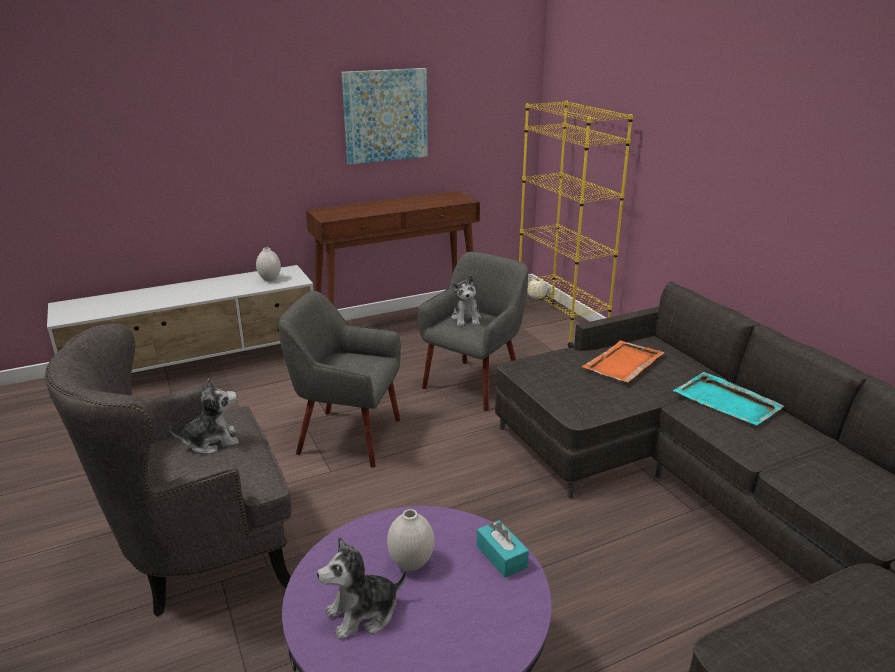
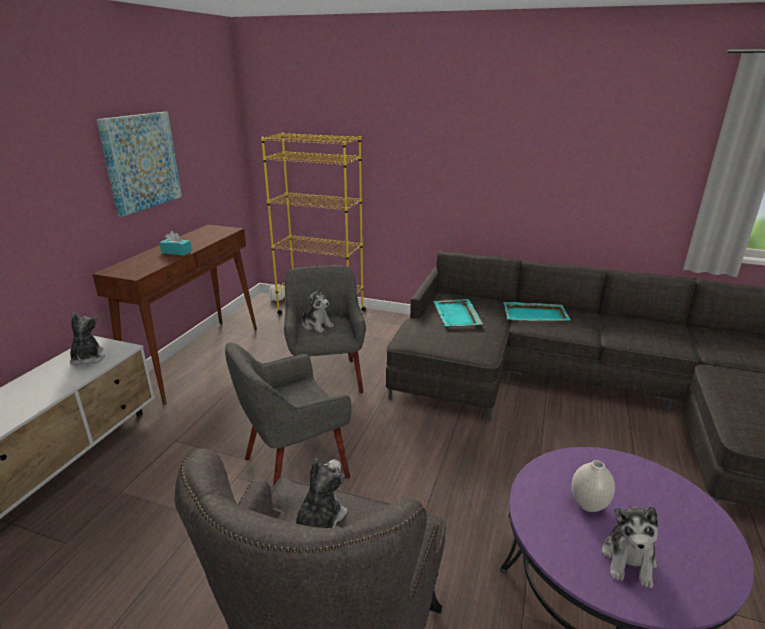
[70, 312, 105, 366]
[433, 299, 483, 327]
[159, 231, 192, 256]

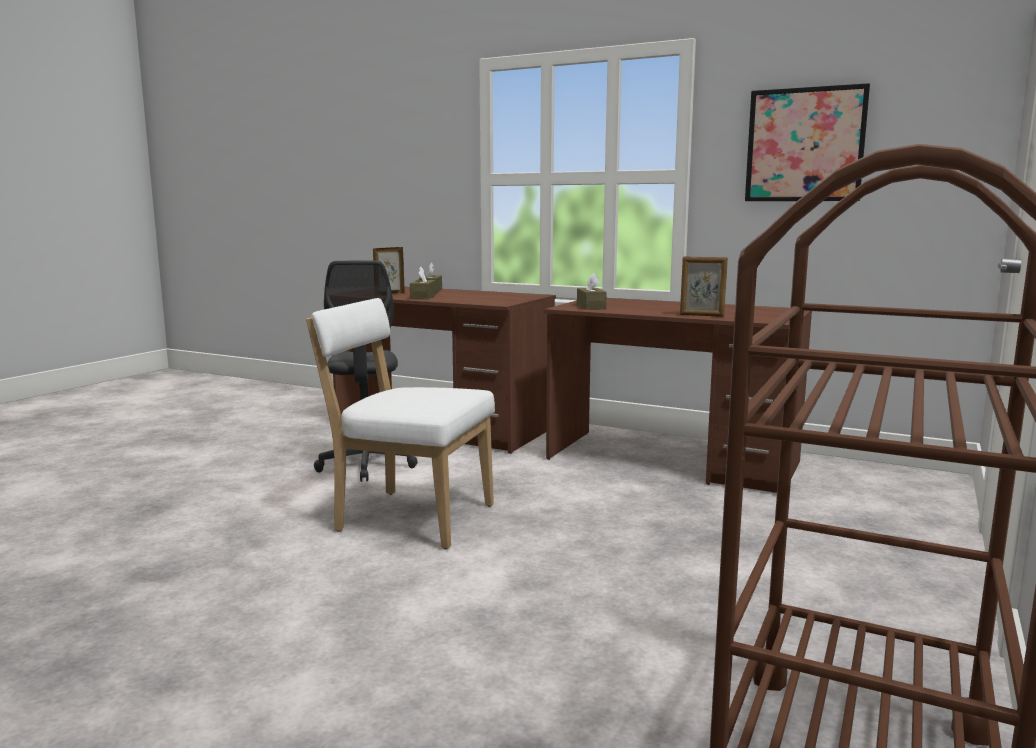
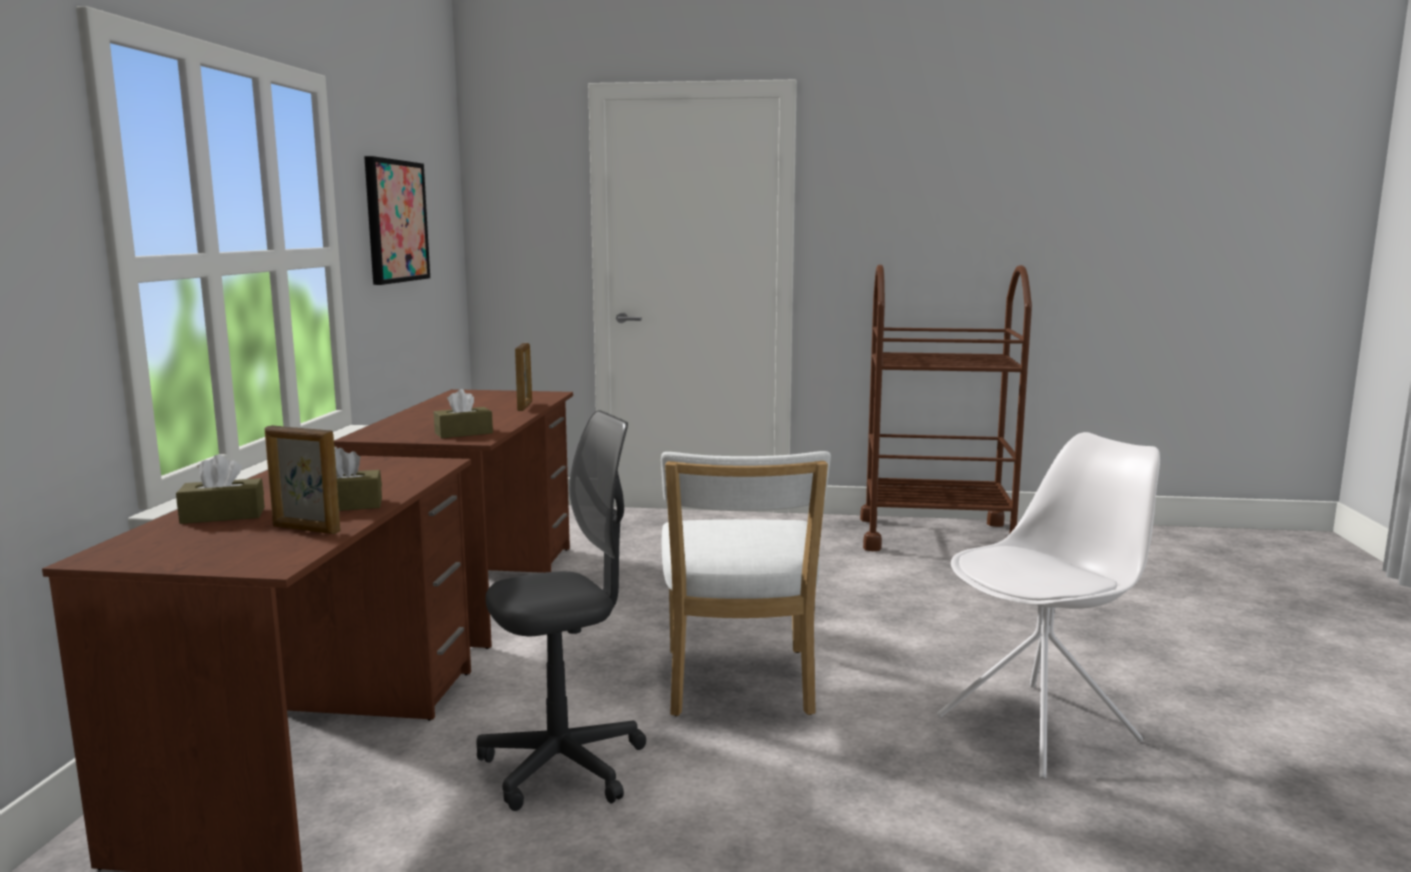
[937, 432, 1160, 779]

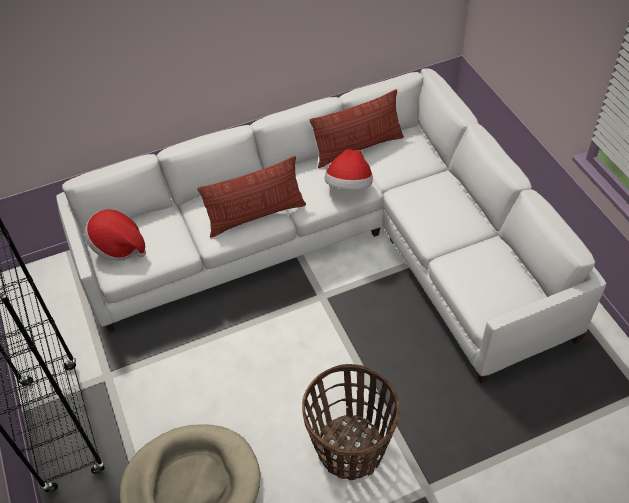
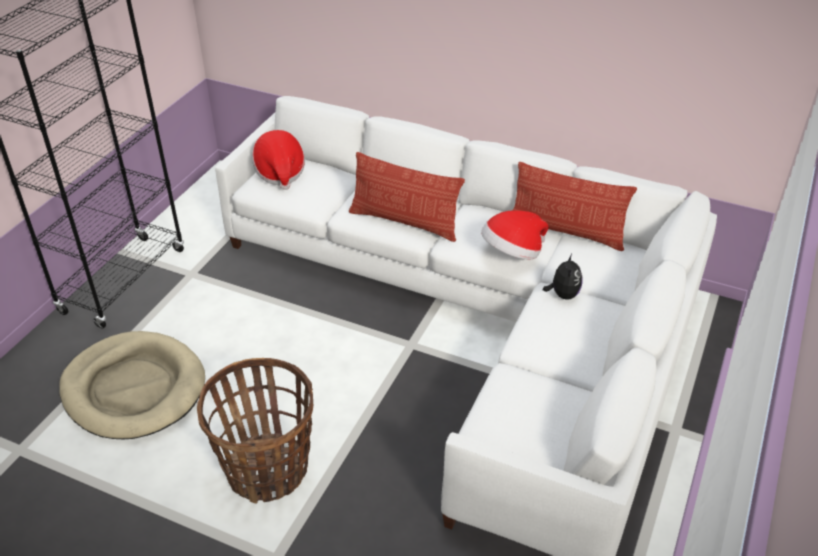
[543, 254, 582, 300]

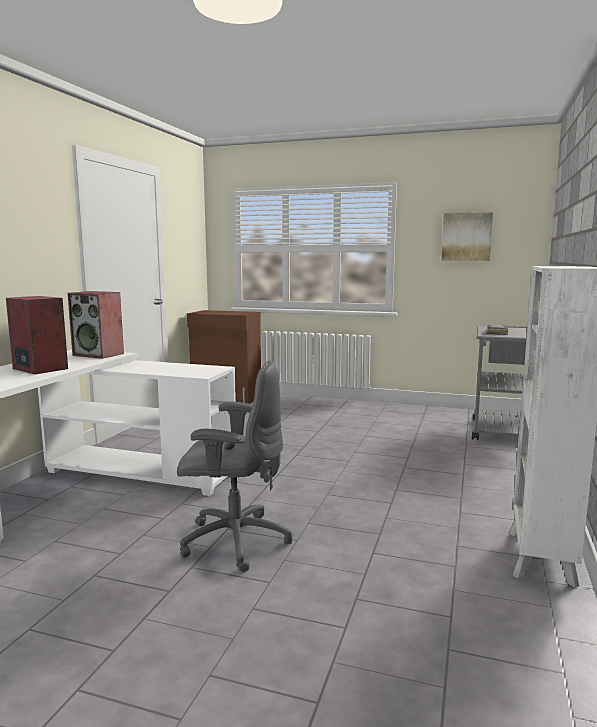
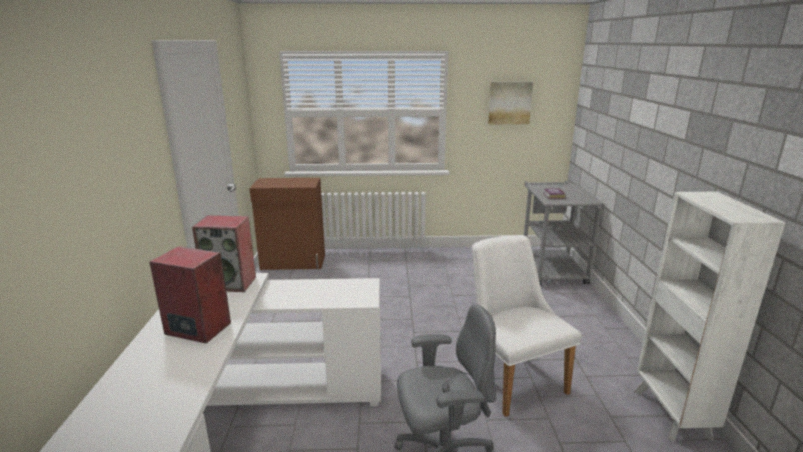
[472, 235, 582, 417]

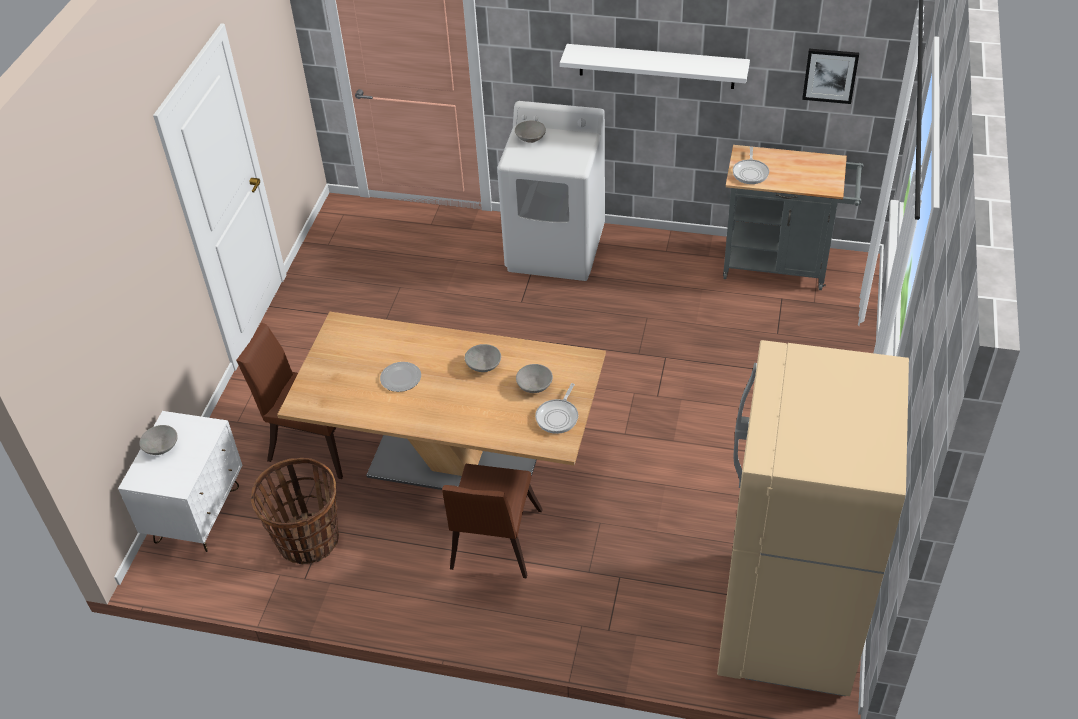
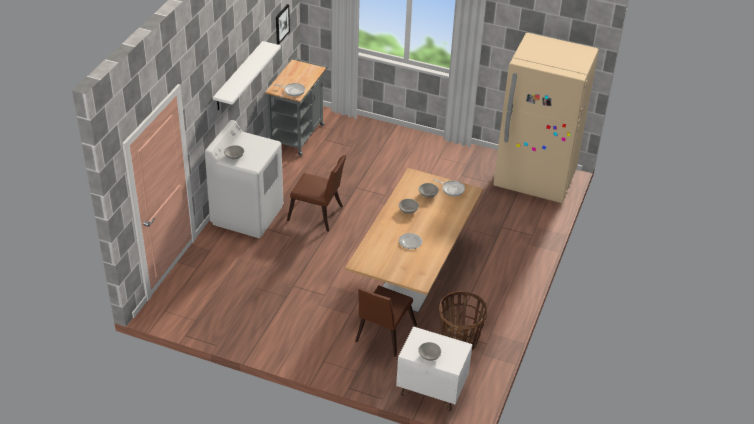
[287, 155, 346, 232]

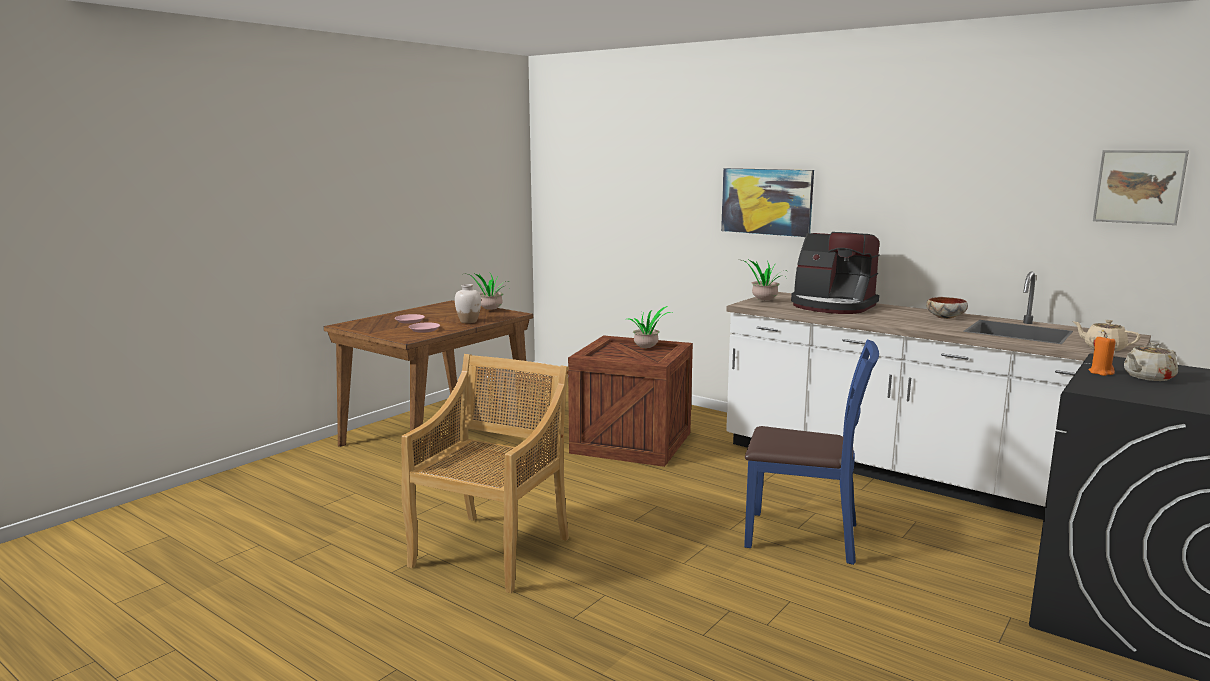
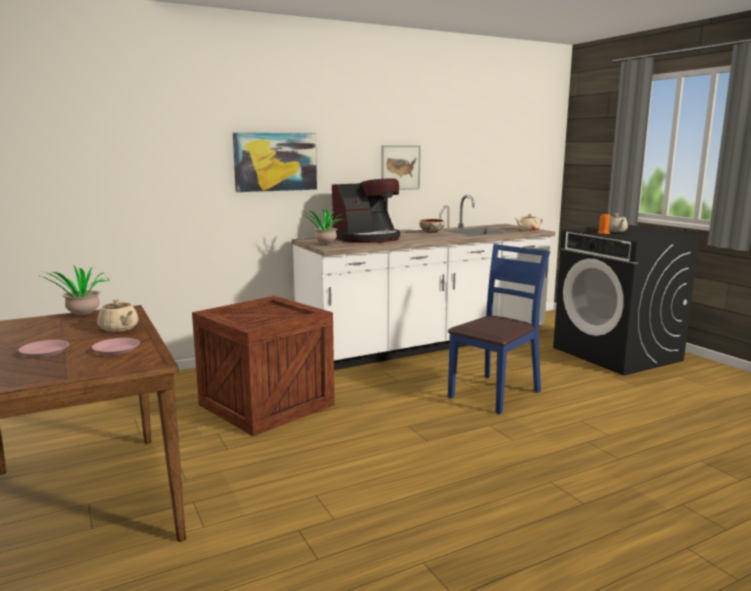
[381, 145, 421, 190]
[97, 299, 139, 332]
[625, 306, 672, 348] (first image)
[401, 354, 569, 593] (first image)

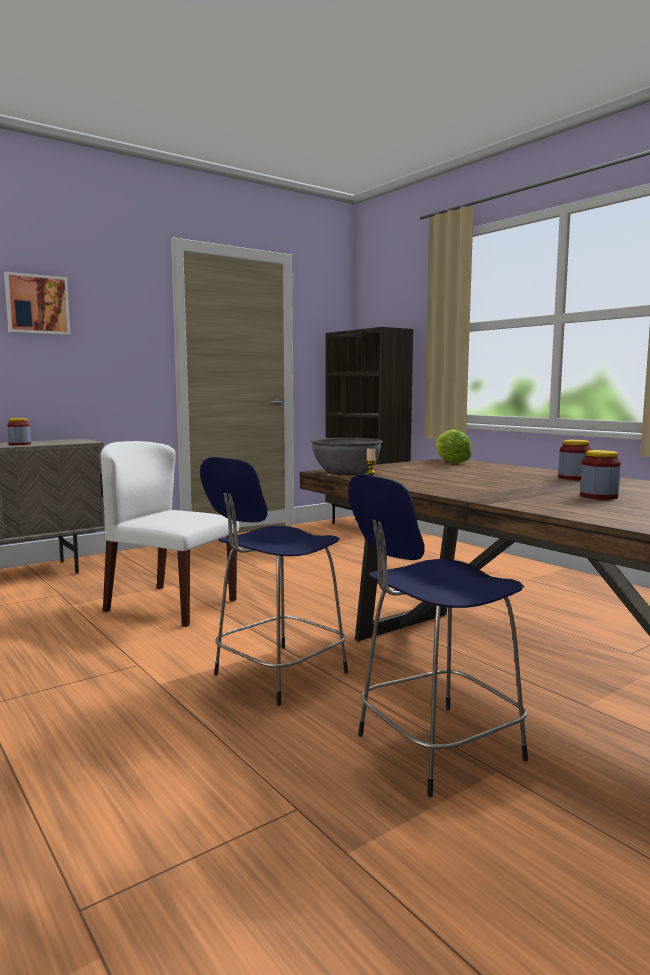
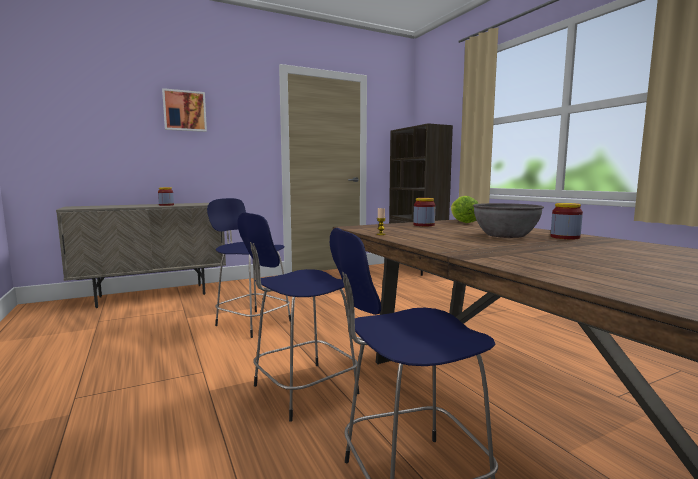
[473, 203, 544, 238]
[207, 198, 291, 338]
[413, 198, 435, 226]

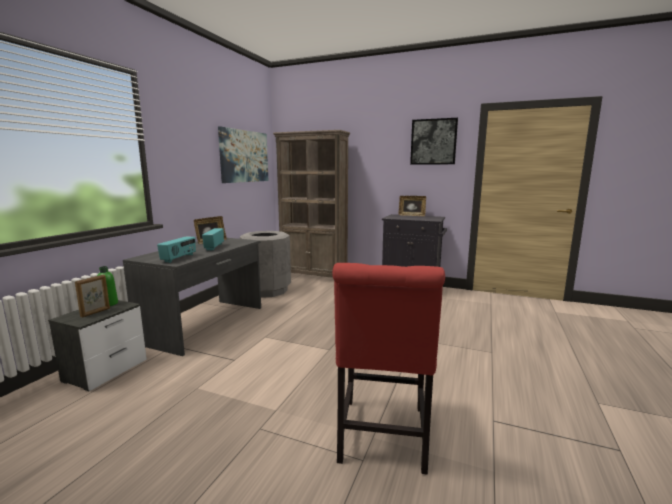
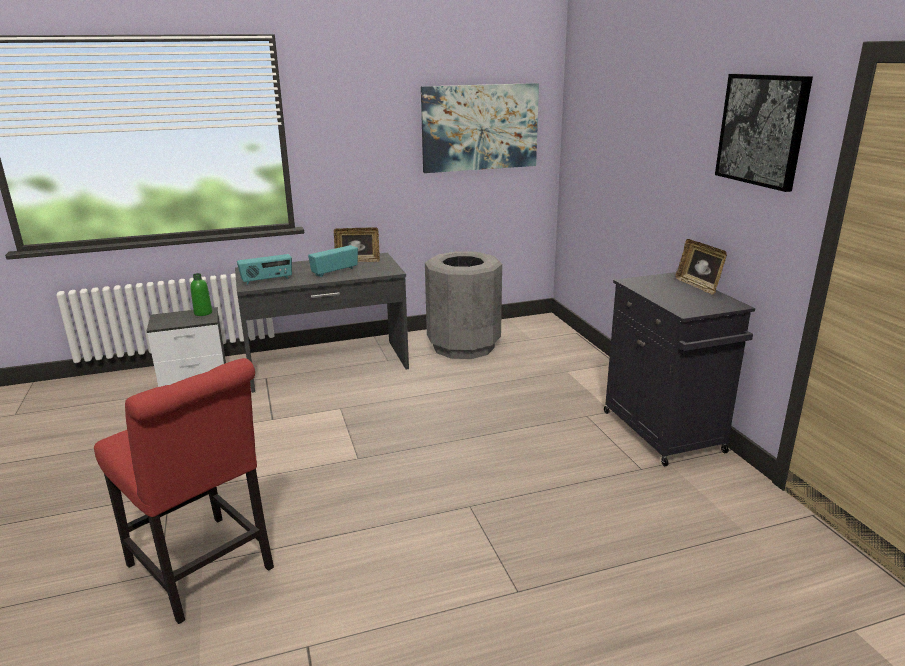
[273, 130, 350, 278] (first image)
[94, 358, 274, 624]
[75, 275, 110, 318] (first image)

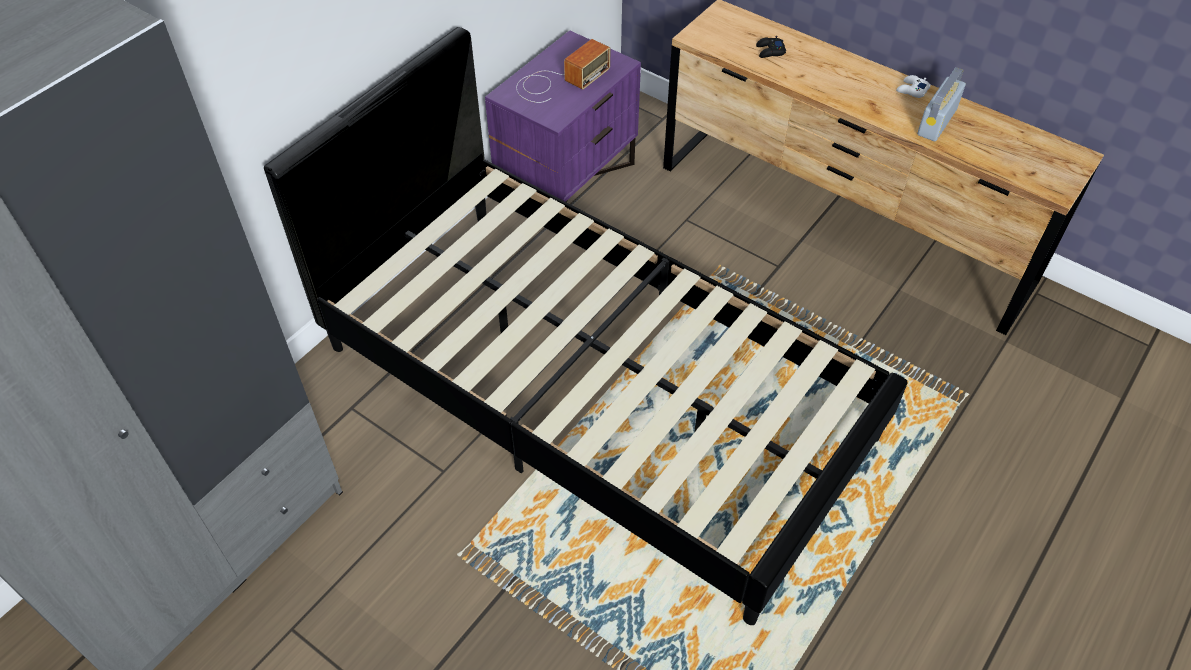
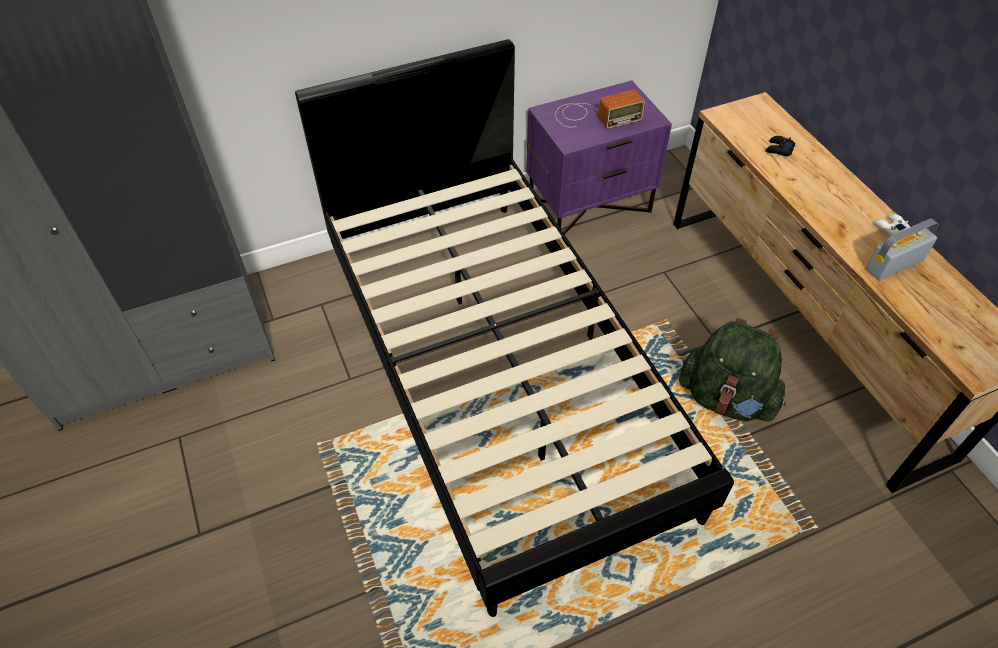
[679, 318, 786, 421]

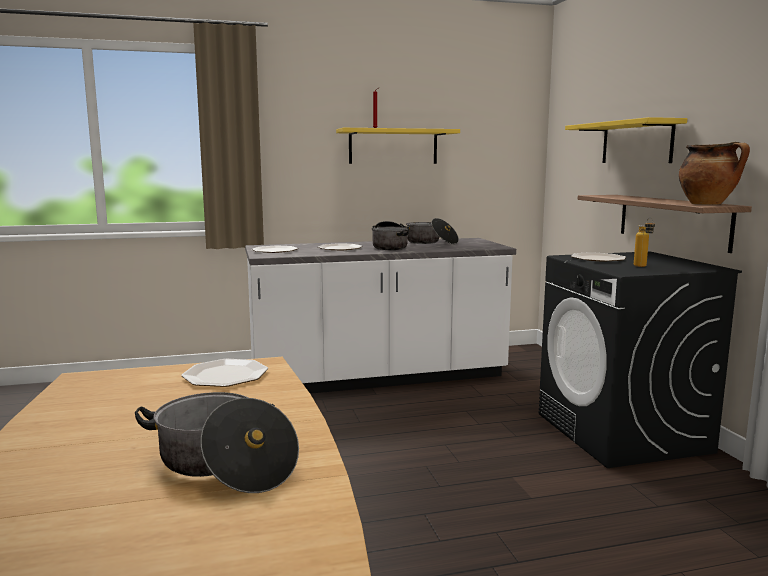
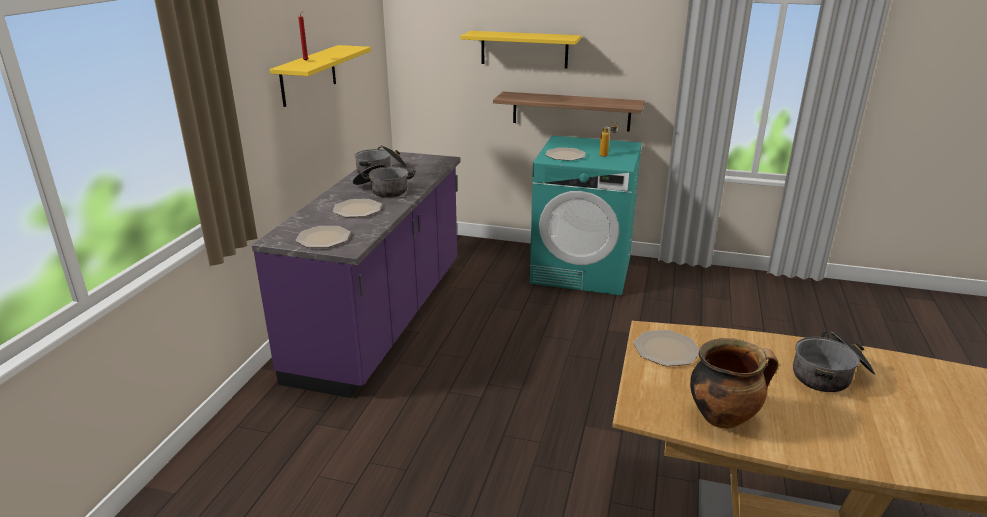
[690, 338, 778, 429]
[252, 152, 460, 398]
[530, 136, 642, 296]

